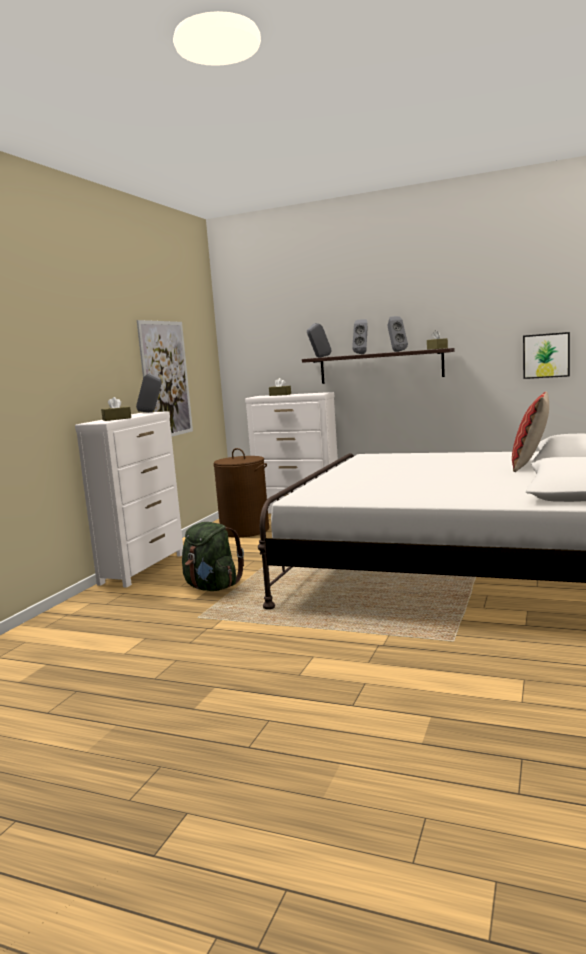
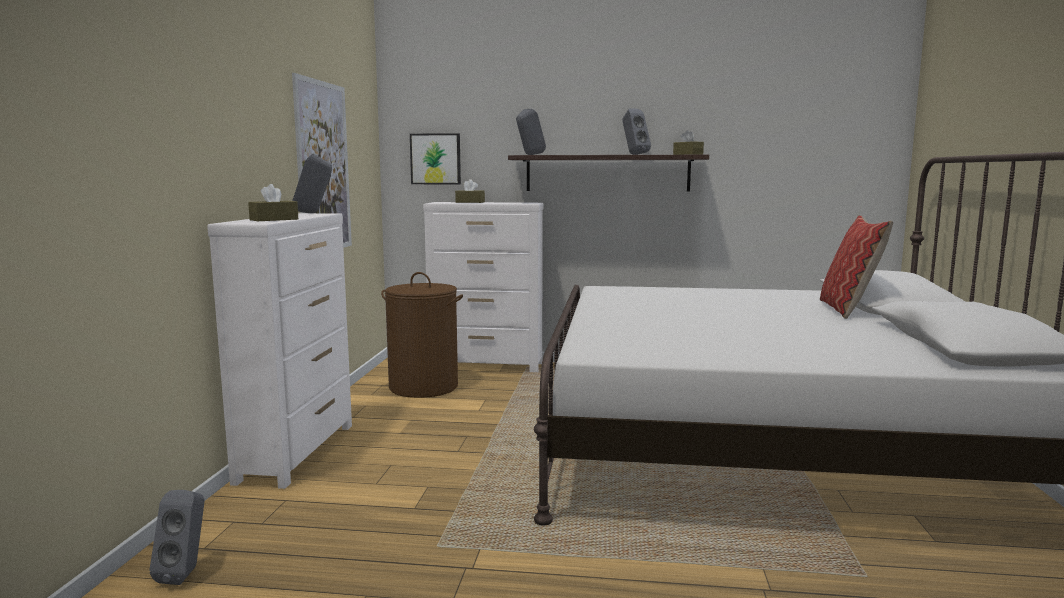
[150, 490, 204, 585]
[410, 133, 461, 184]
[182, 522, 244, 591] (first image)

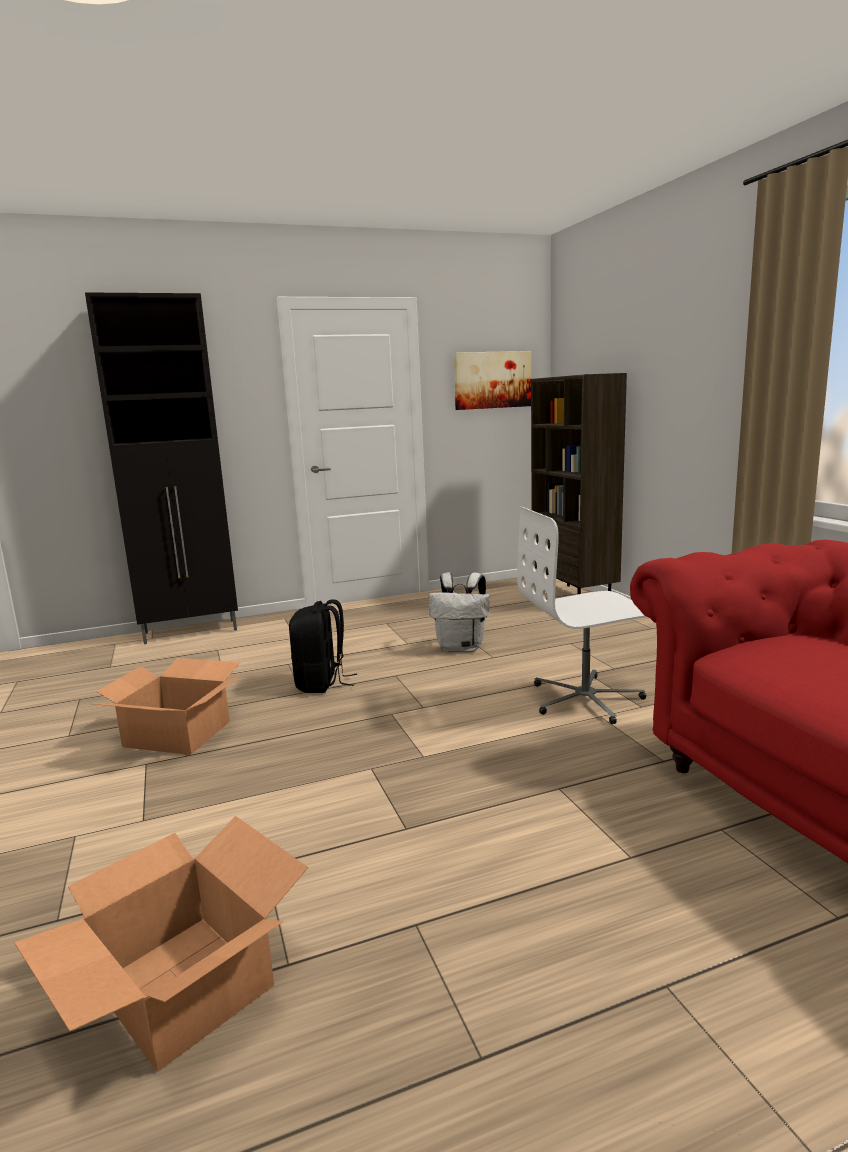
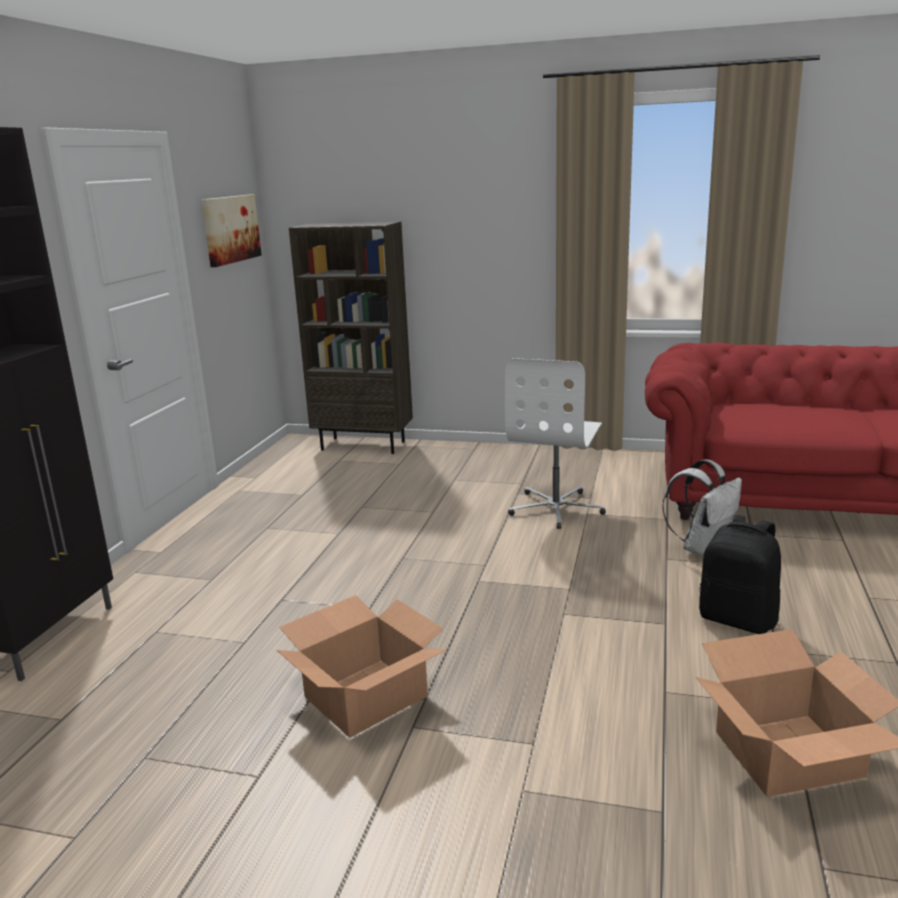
[662, 459, 742, 556]
[699, 515, 781, 634]

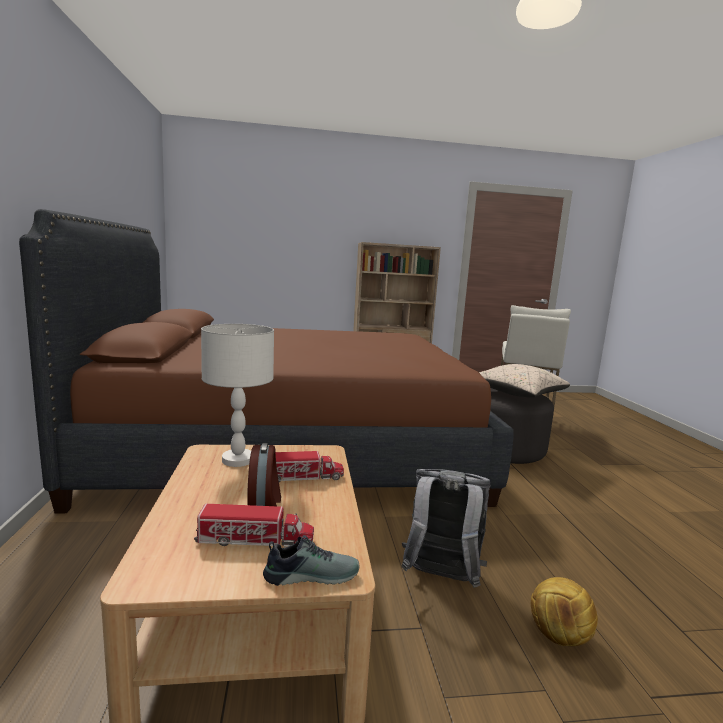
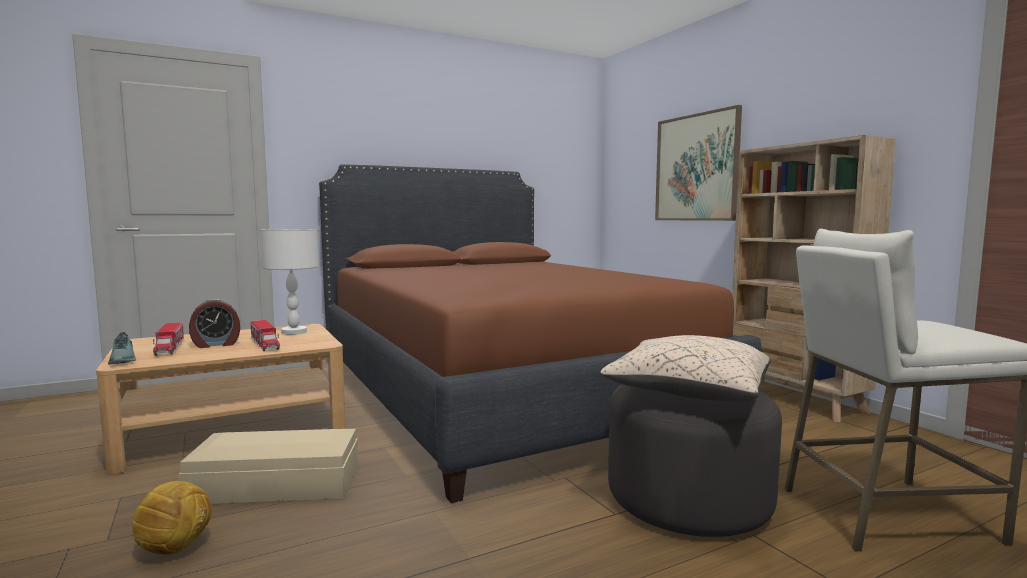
[178, 429, 358, 504]
[655, 105, 742, 221]

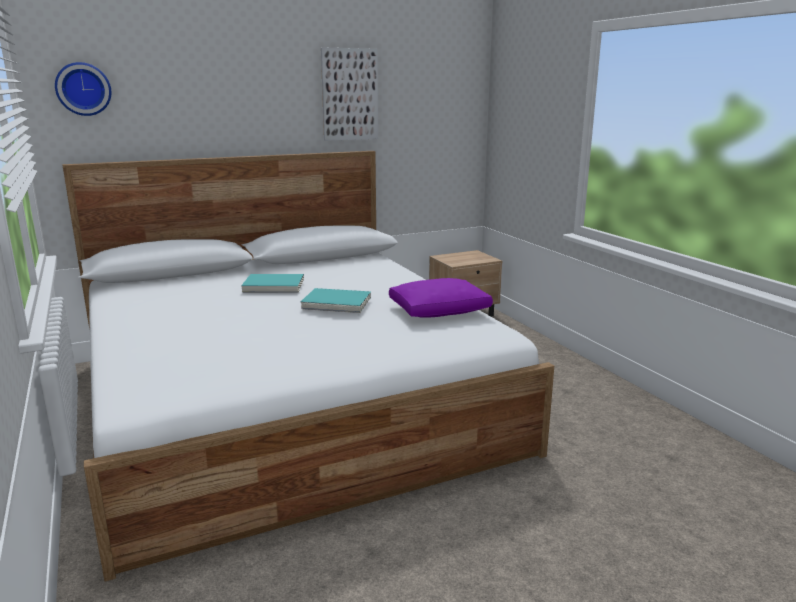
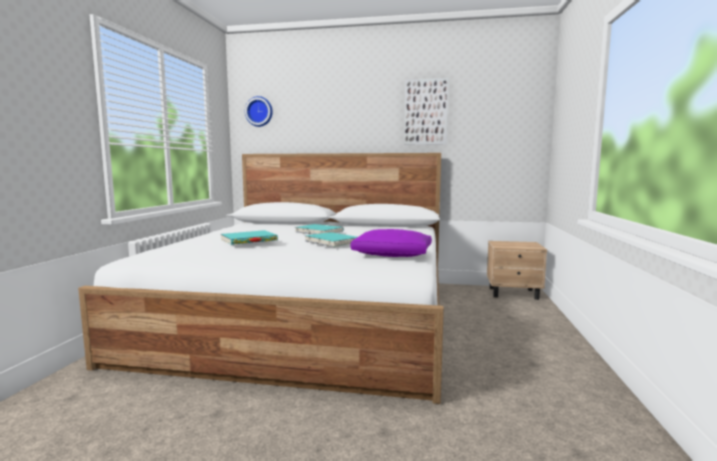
[221, 230, 278, 245]

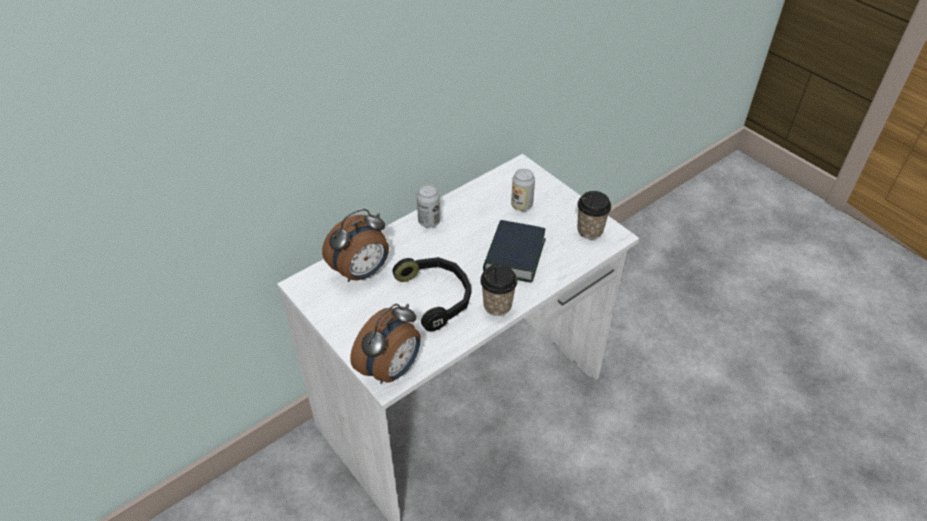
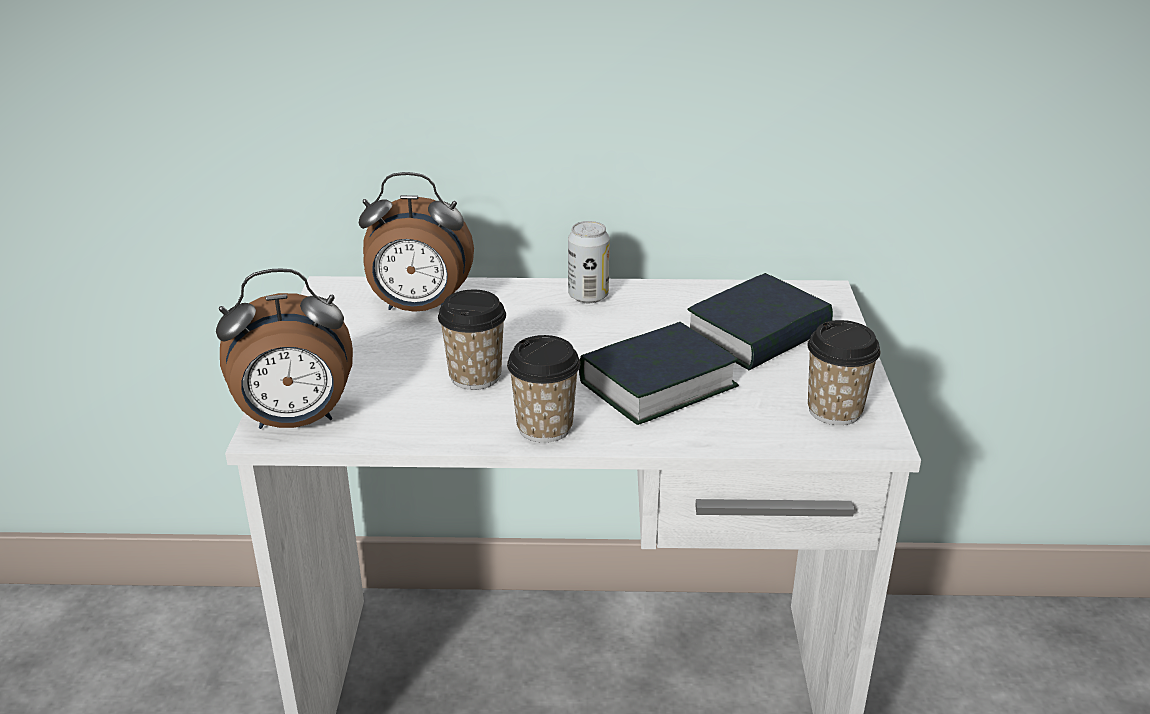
[688, 273, 833, 370]
[438, 290, 506, 390]

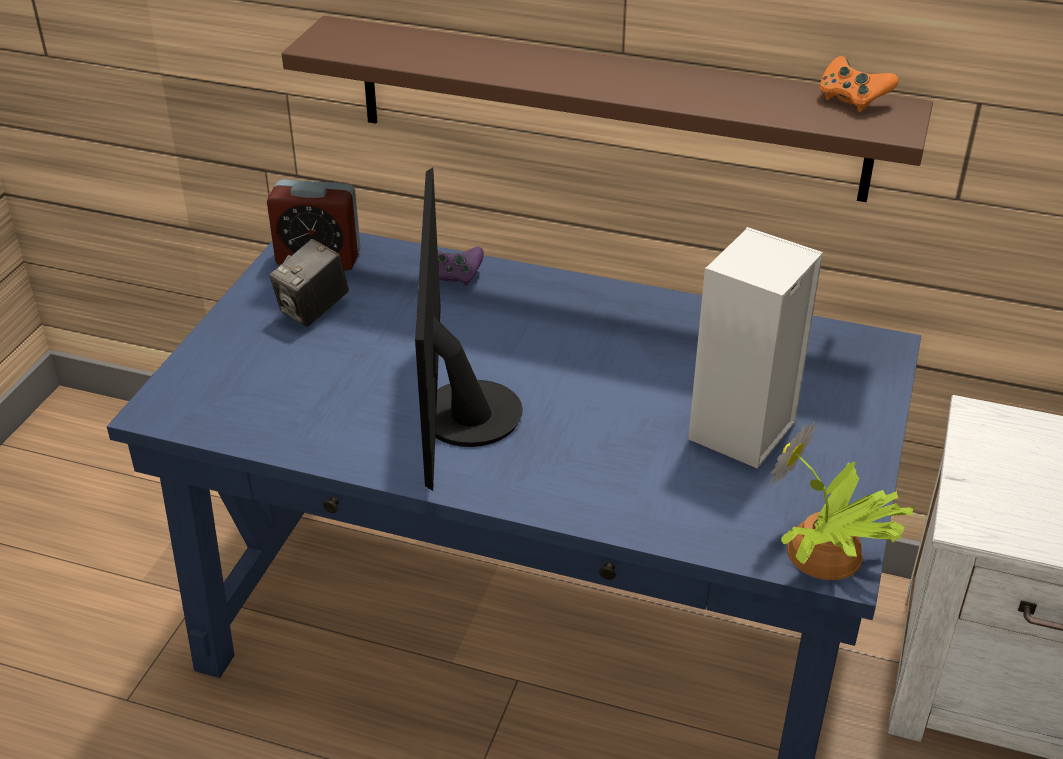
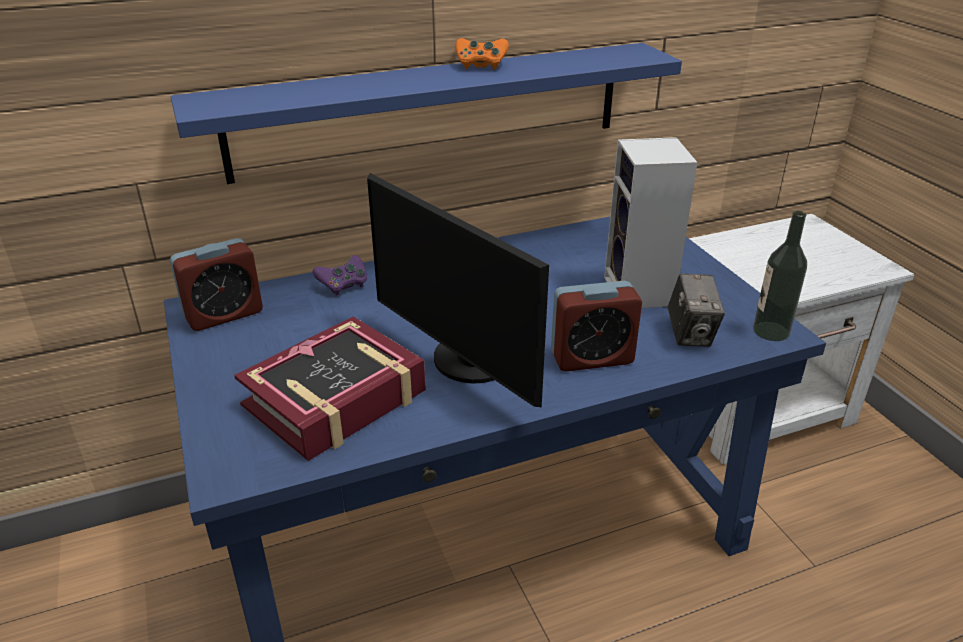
[170, 43, 682, 184]
[455, 38, 509, 70]
[667, 273, 725, 347]
[753, 211, 807, 341]
[551, 281, 642, 372]
[234, 316, 426, 461]

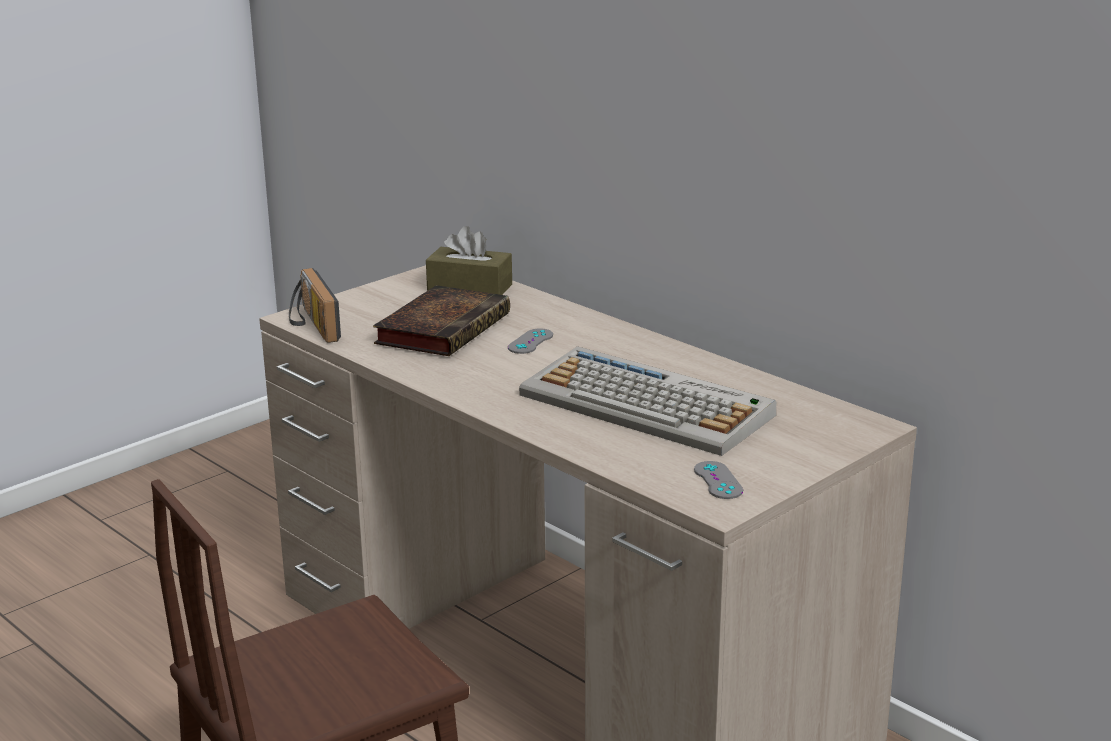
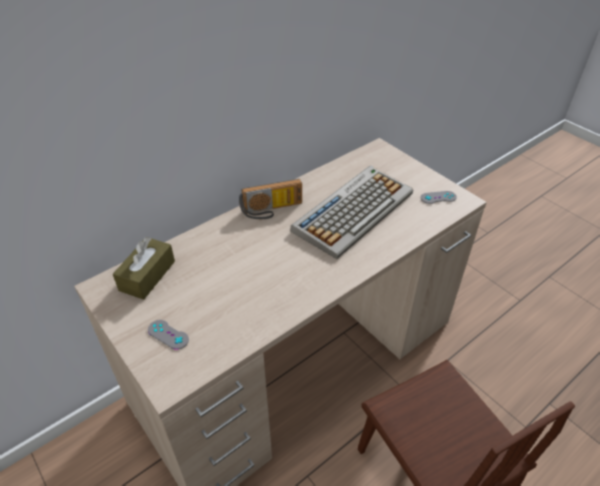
[239, 179, 302, 219]
[373, 285, 510, 356] (first image)
[148, 320, 189, 350]

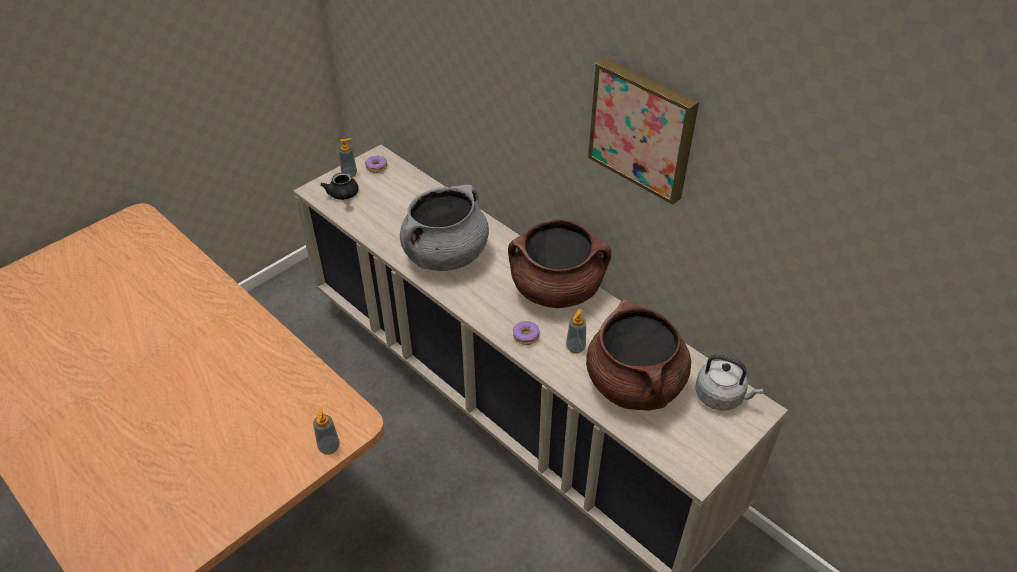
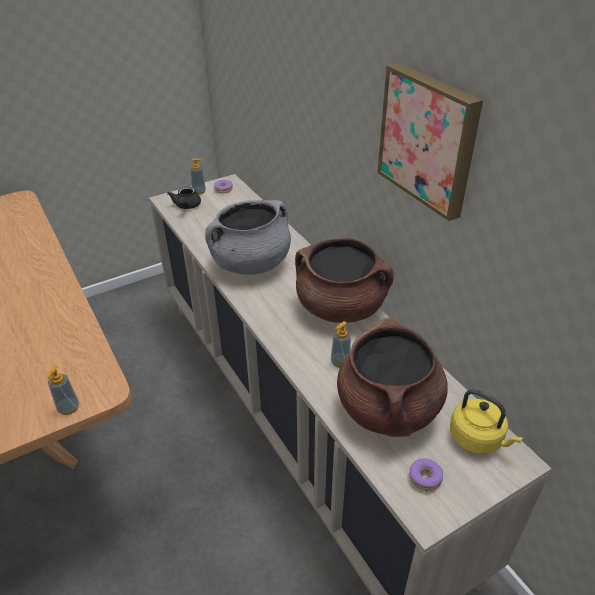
[409, 458, 443, 491]
[450, 389, 523, 454]

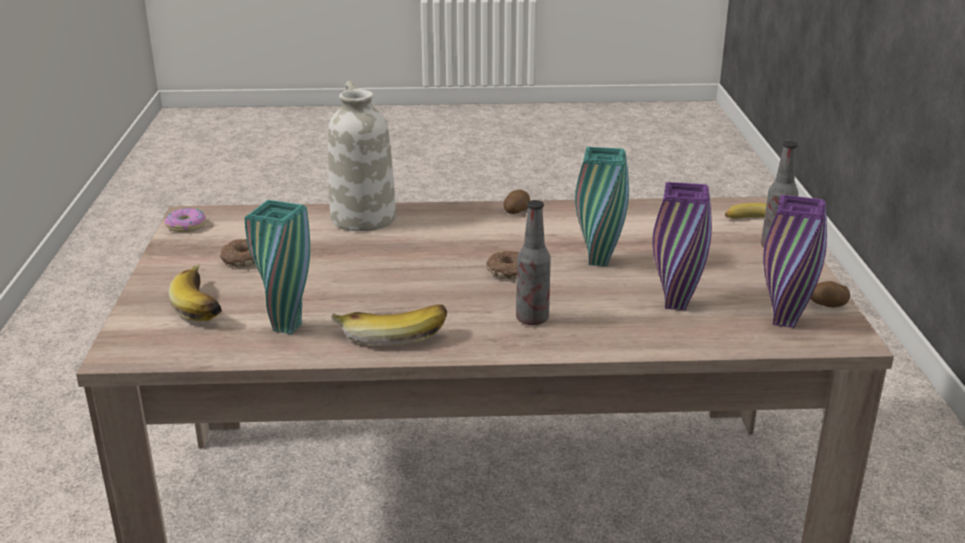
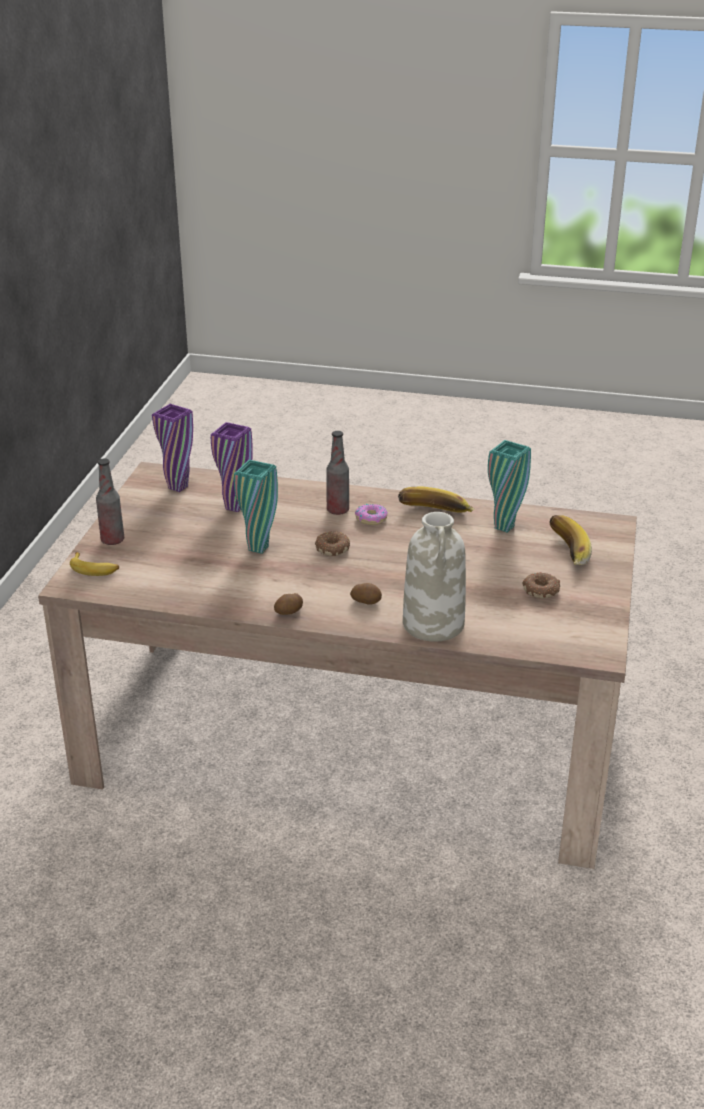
[355, 504, 388, 525]
[350, 583, 382, 605]

